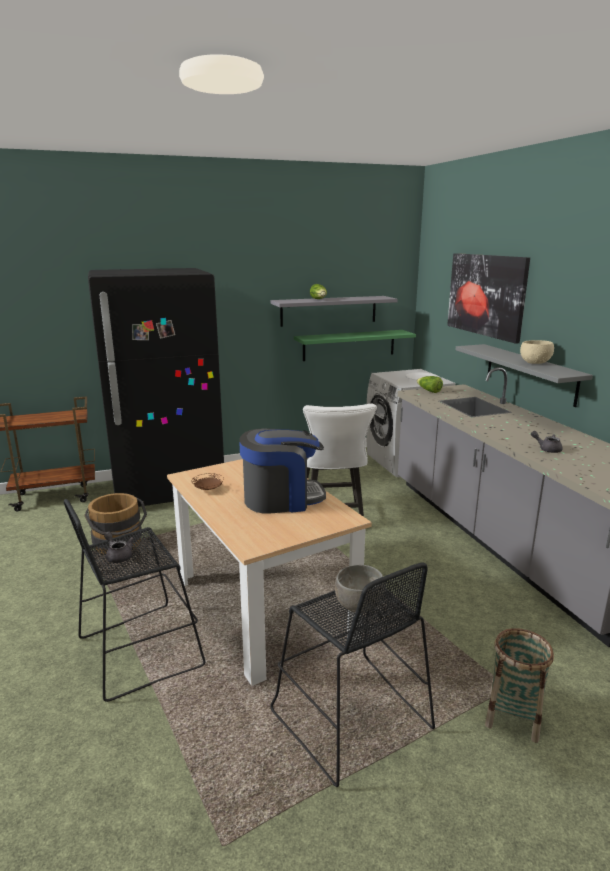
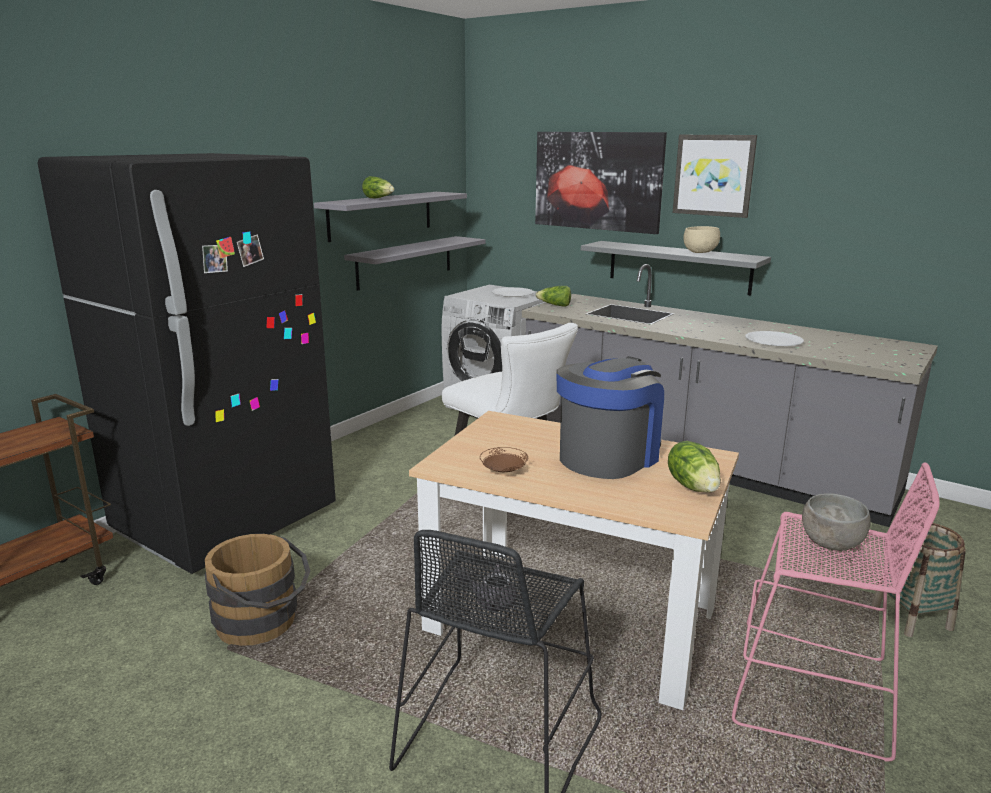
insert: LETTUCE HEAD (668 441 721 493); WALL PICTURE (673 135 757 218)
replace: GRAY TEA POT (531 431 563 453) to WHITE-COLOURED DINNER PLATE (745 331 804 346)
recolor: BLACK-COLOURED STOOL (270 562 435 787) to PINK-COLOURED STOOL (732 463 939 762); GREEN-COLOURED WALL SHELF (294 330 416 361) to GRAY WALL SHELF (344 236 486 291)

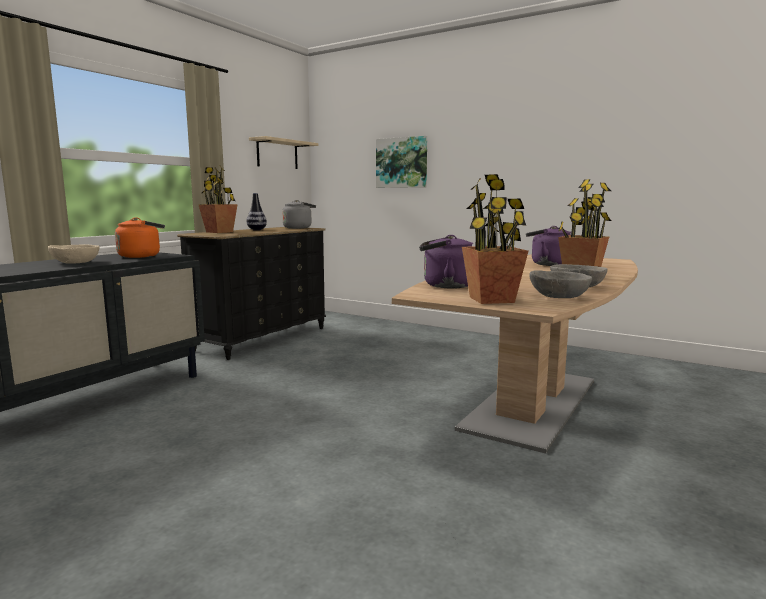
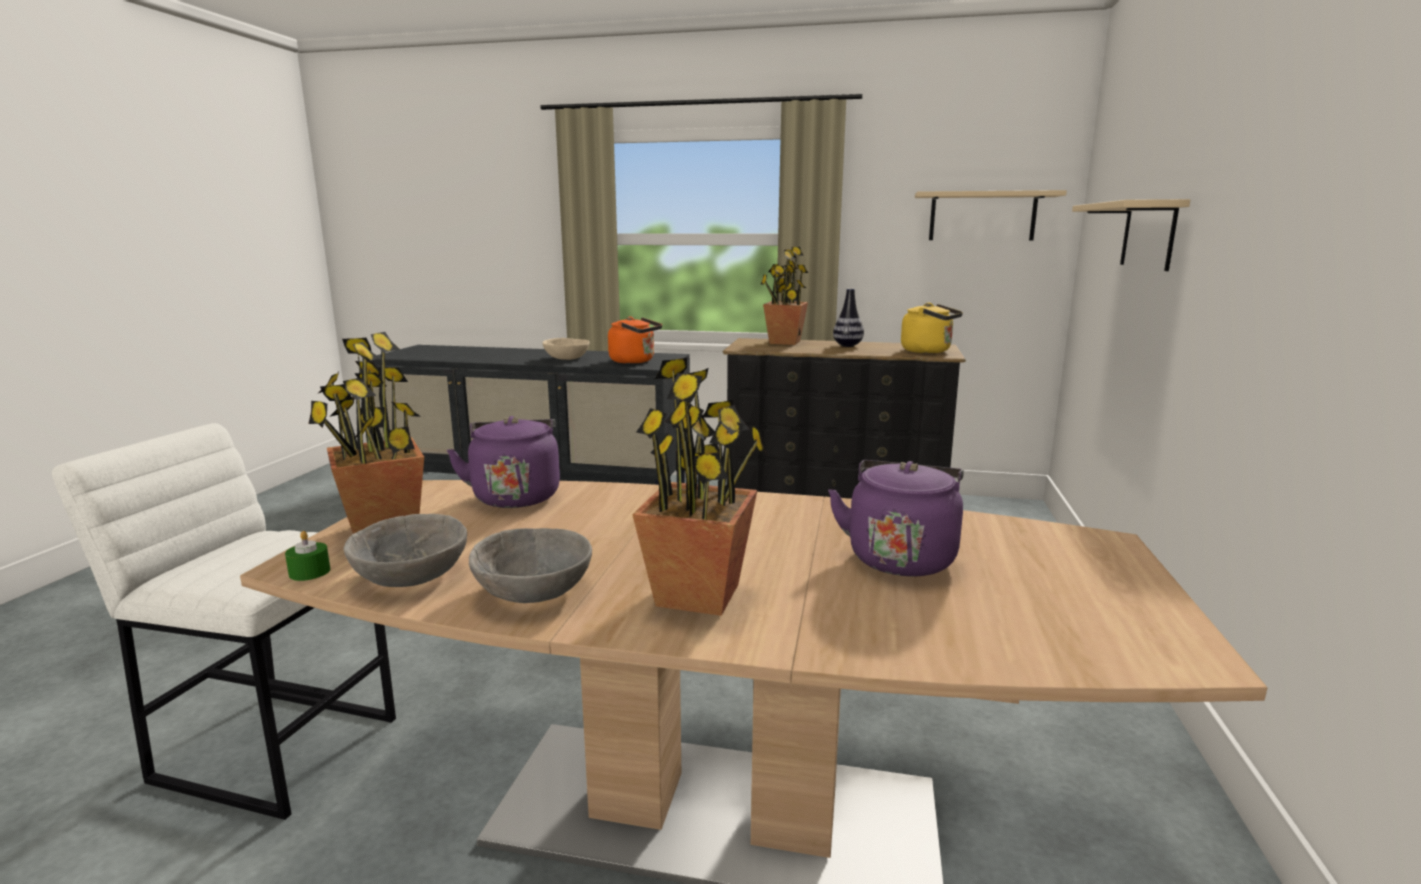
insert: WHITE-COLOURED UPRIGHT CHAIR (52 423 396 820); GREEN-COLOURED WAX LIGHT (285 531 330 581)
replace: WALL PICTURE (376 136 427 188) to SAND-COLOURED WALL SHELF (1072 199 1190 271)
recolor: GRAY WATER KETTLE (282 200 316 229) to YELLOWISH WATER KETTLE (901 303 963 353)

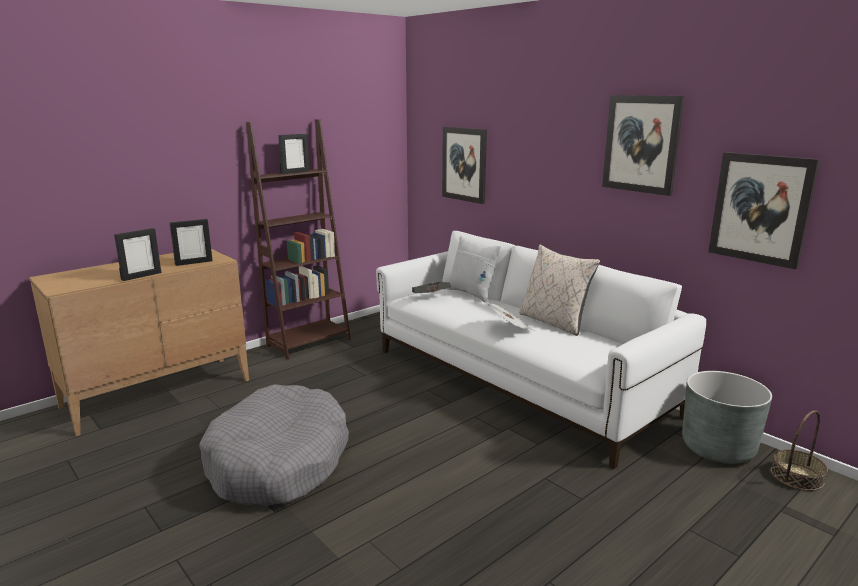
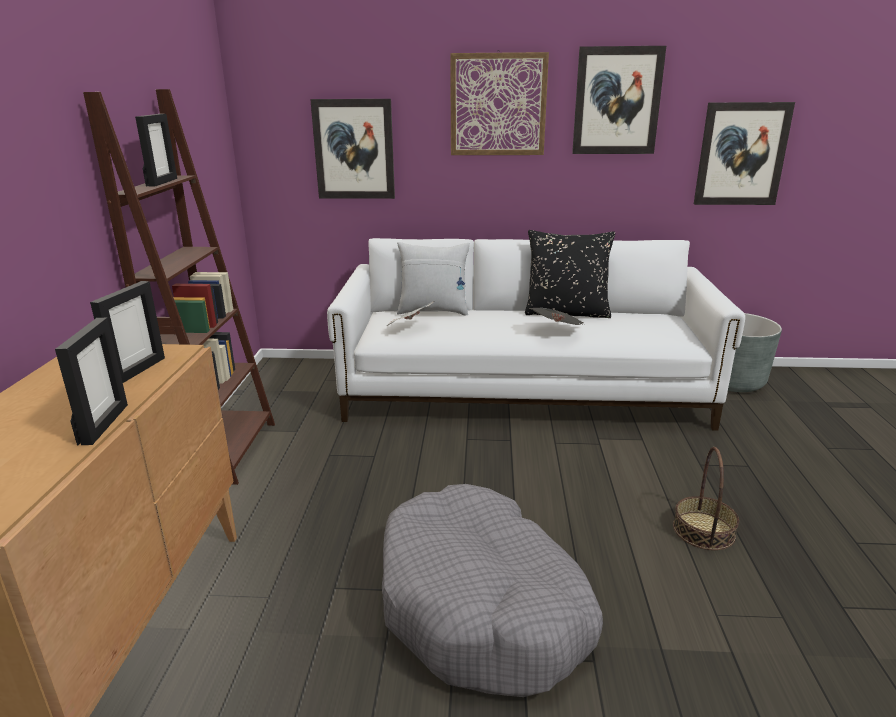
insert: WALL PICTURE (450 50 549 155)
move: STORAGE BASKET (771 410 828 491) to (673 447 739 550)
recolor: SAND-COLOURED CUSHION (519 245 600 336) to BLACK-COLOURED CUSHION (525 230 615 318)

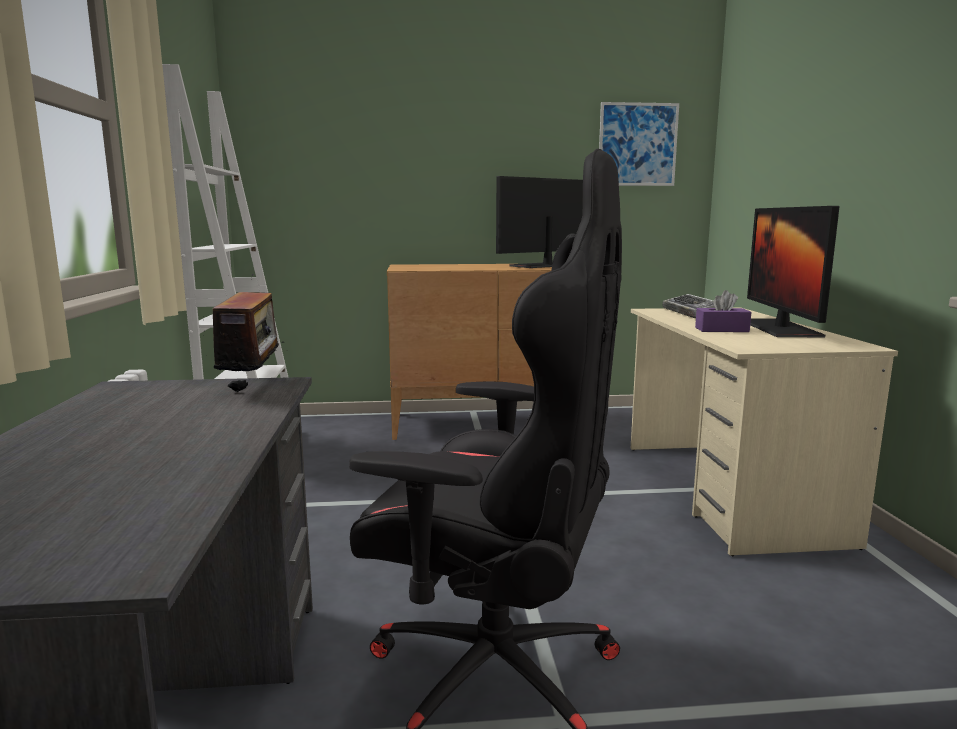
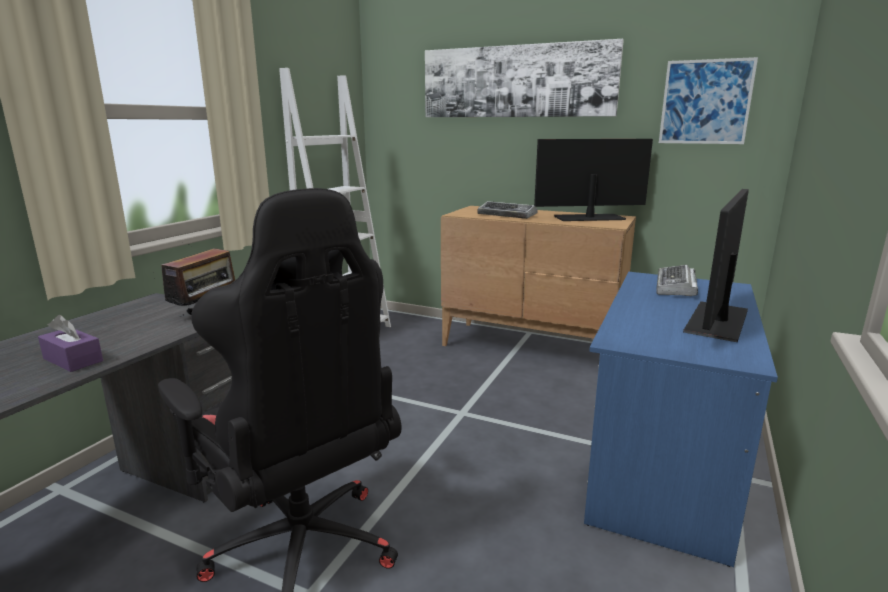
insert: WALL PICTURE (425 39 624 117); COMPUTER KEYBOARD (477 201 538 219)
move: PURPLE-COLOURED TISSUE BOX (695 290 751 332) to (38 315 103 372)
recolor: SAND-COLOURED DESK (630 307 898 556) to BLUE DESK (584 272 778 567)

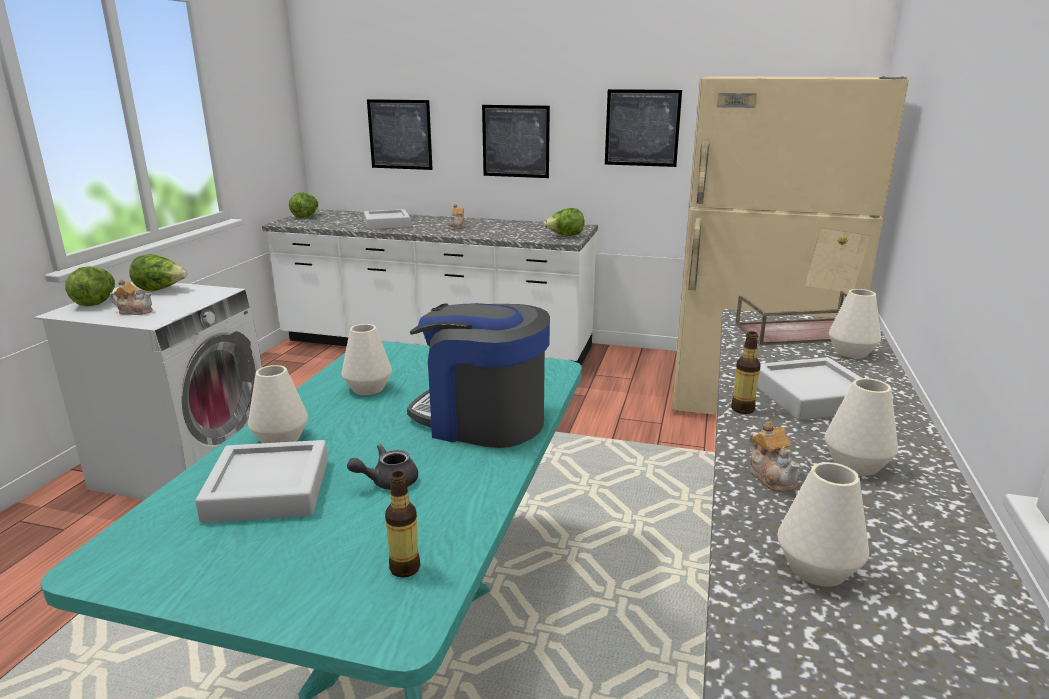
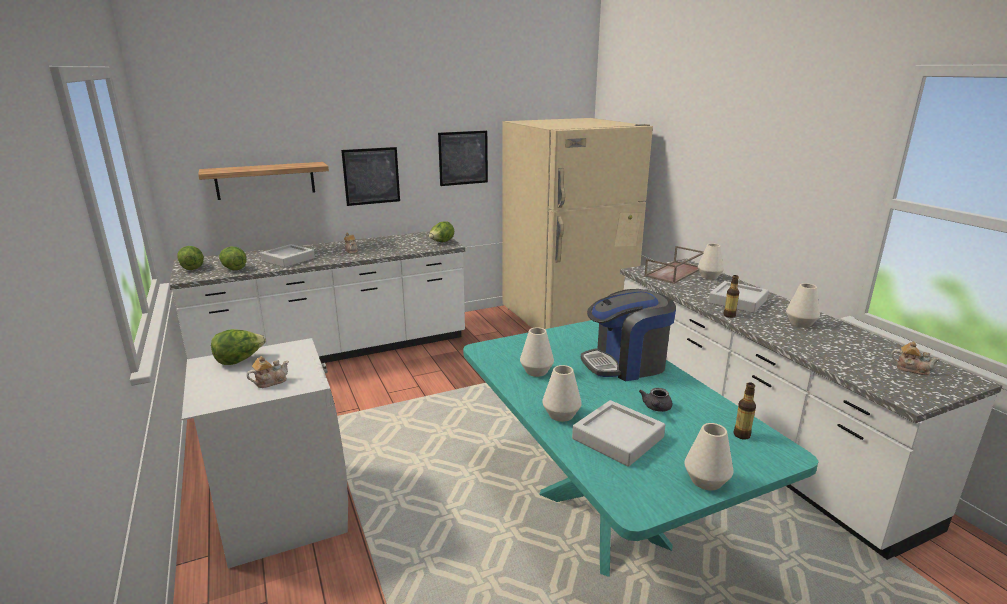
move: LETTUCE HEAD (65 266 115 307) to (219 247 247 270); TEA POT (749 421 801 493) to (891 341 940 375); WHITE-COLOURED DECORATIVE VASE (778 462 869 587) to (684 423 734 491)
replace: WALL PICTURE (367 99 433 170) to WALL SHELF (198 162 329 200)

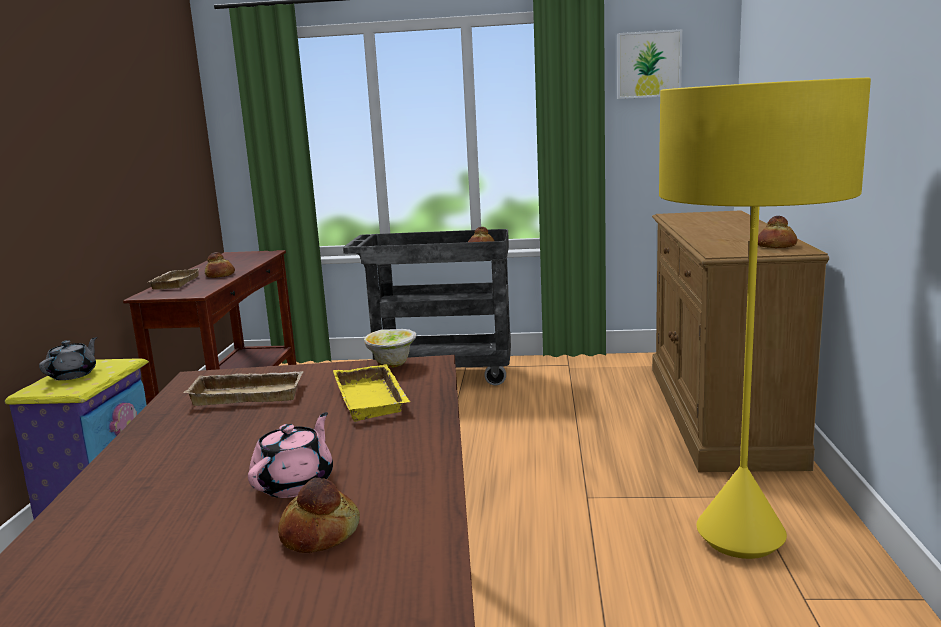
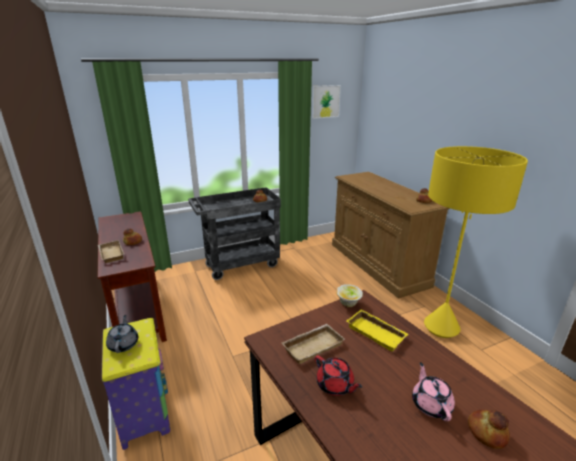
insert: REDDISH TEA POT (315 355 362 396)

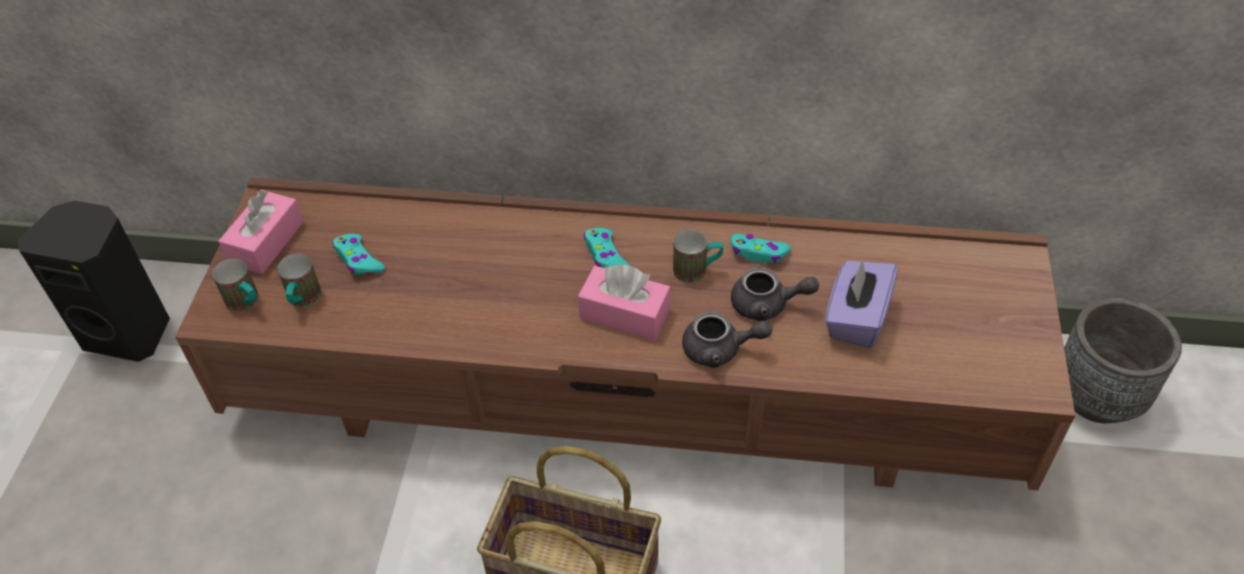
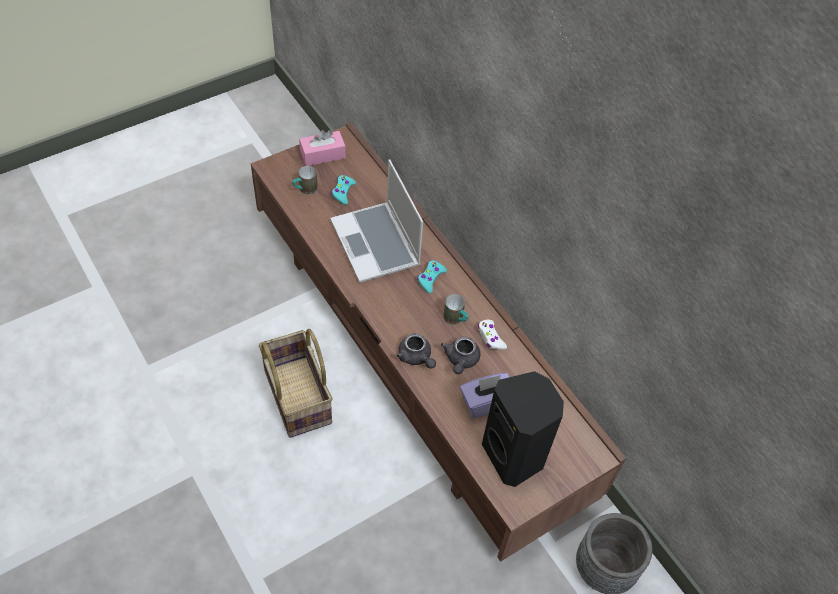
delete: MUG (212 258 259 312); PINK-COLOURED TISSUE BOX (578 264 671 340)
insert: PORTABLE COMPUTER (330 159 423 283)
move: BLACK-COLOURED AUDIO SPEAKER (17 201 170 362) to (482 371 564 487)
recolor: TURQUOISE-COLOURED GAME CONTROLLER (731 234 791 263) to WHITE-COLOURED GAME CONTROLLER (478 320 507 350)
rotate: GRAY TEA POT (731 268 819 321) = (441 337 480 374) 45 degrees clockwise

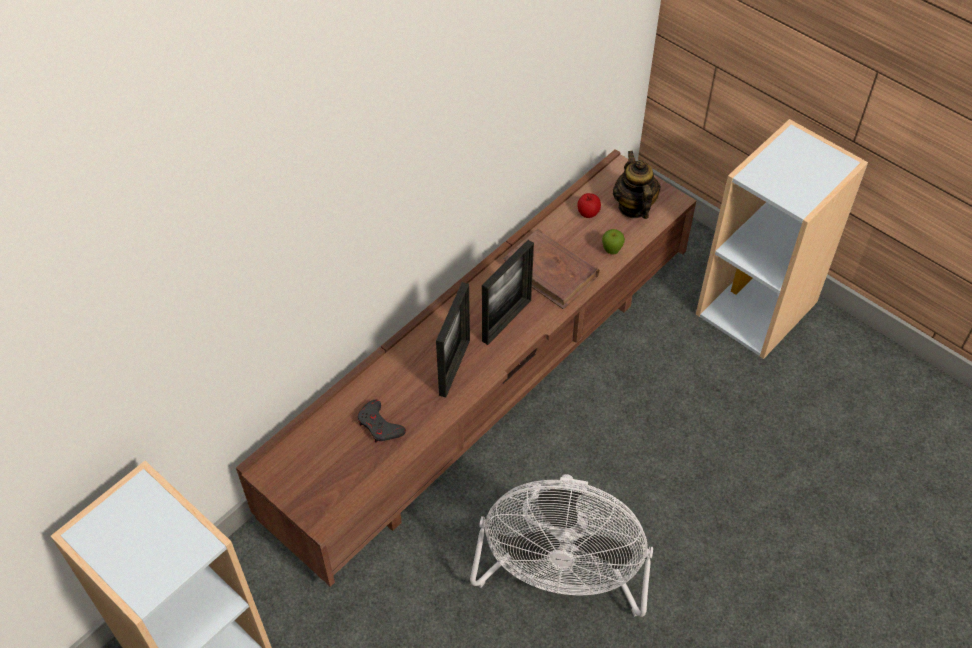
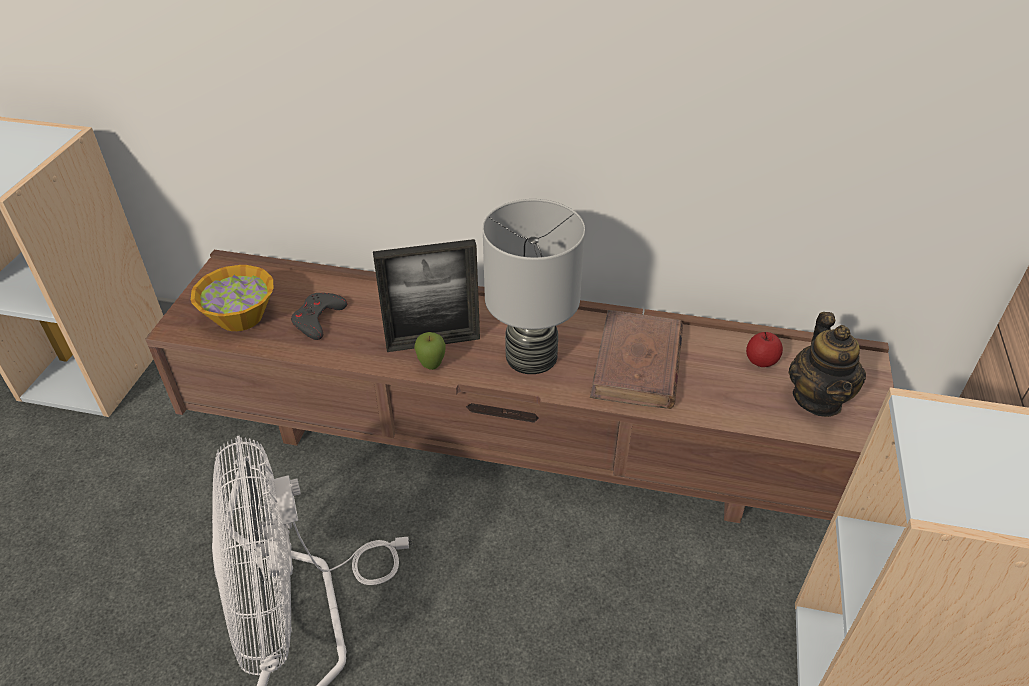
insert: DEEP DISH (191 265 273 331)
move: WHOLE APPLE (602 229 625 255) to (414 332 446 370)
replace: STANDING FRAME (482 240 534 345) to GRAY LAMP FOR A TABLE (483 199 585 374)
rotate: TEA POT (613 151 661 219) = (788 312 866 417) 135 degrees clockwise

